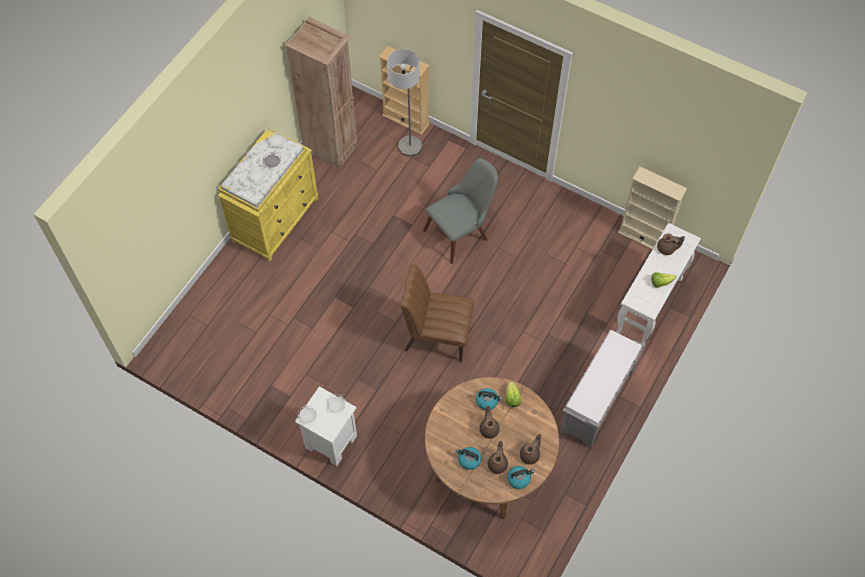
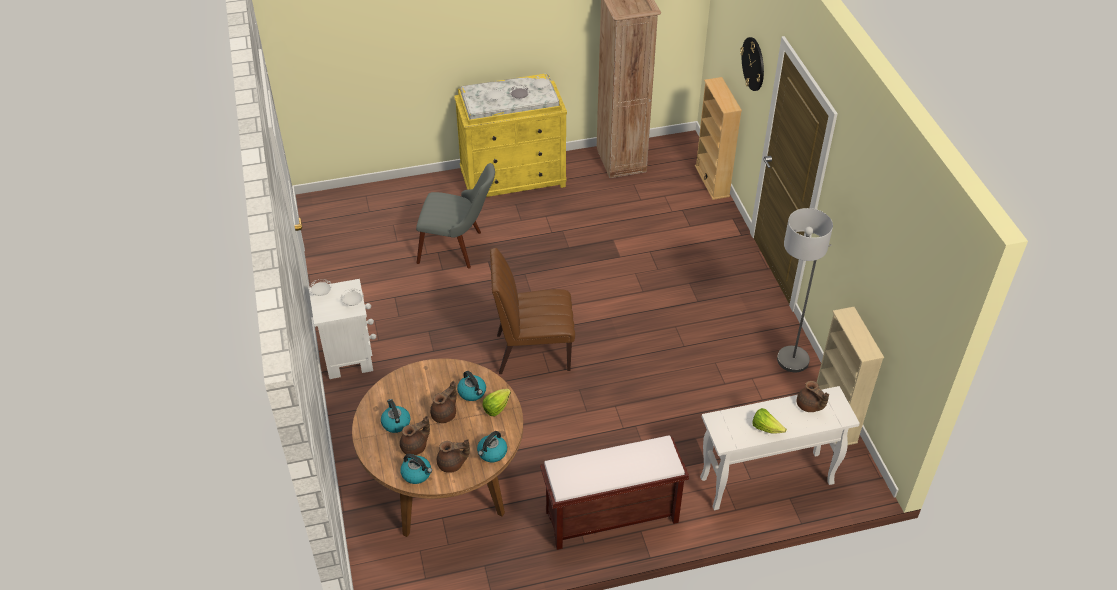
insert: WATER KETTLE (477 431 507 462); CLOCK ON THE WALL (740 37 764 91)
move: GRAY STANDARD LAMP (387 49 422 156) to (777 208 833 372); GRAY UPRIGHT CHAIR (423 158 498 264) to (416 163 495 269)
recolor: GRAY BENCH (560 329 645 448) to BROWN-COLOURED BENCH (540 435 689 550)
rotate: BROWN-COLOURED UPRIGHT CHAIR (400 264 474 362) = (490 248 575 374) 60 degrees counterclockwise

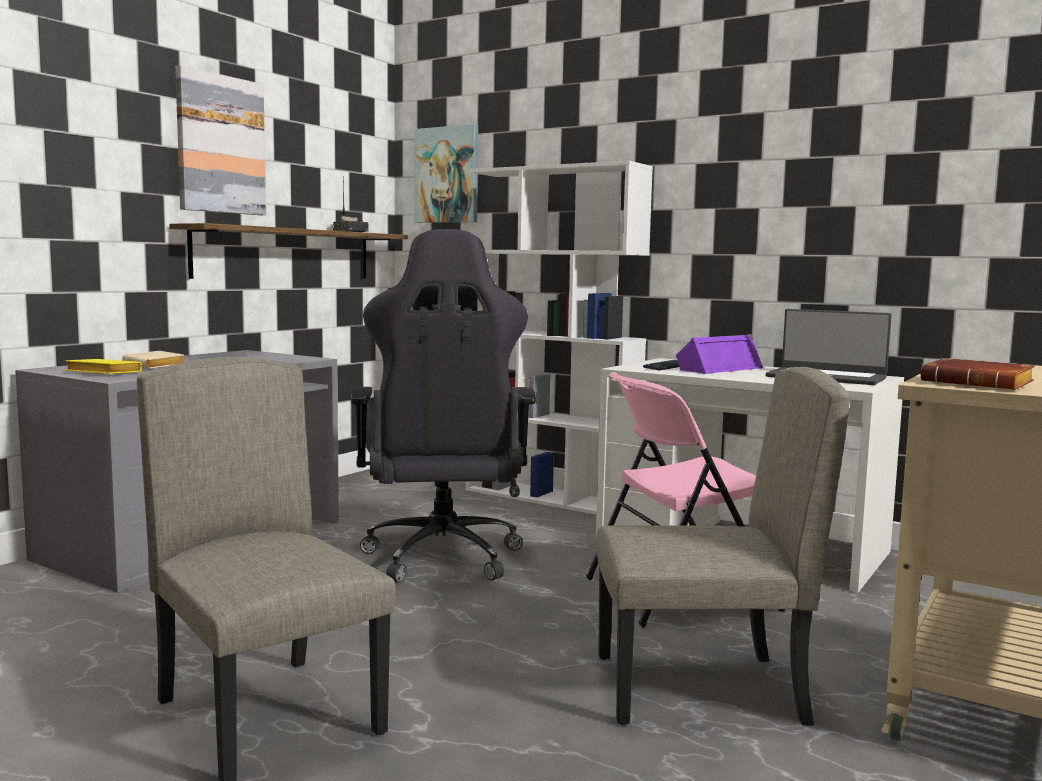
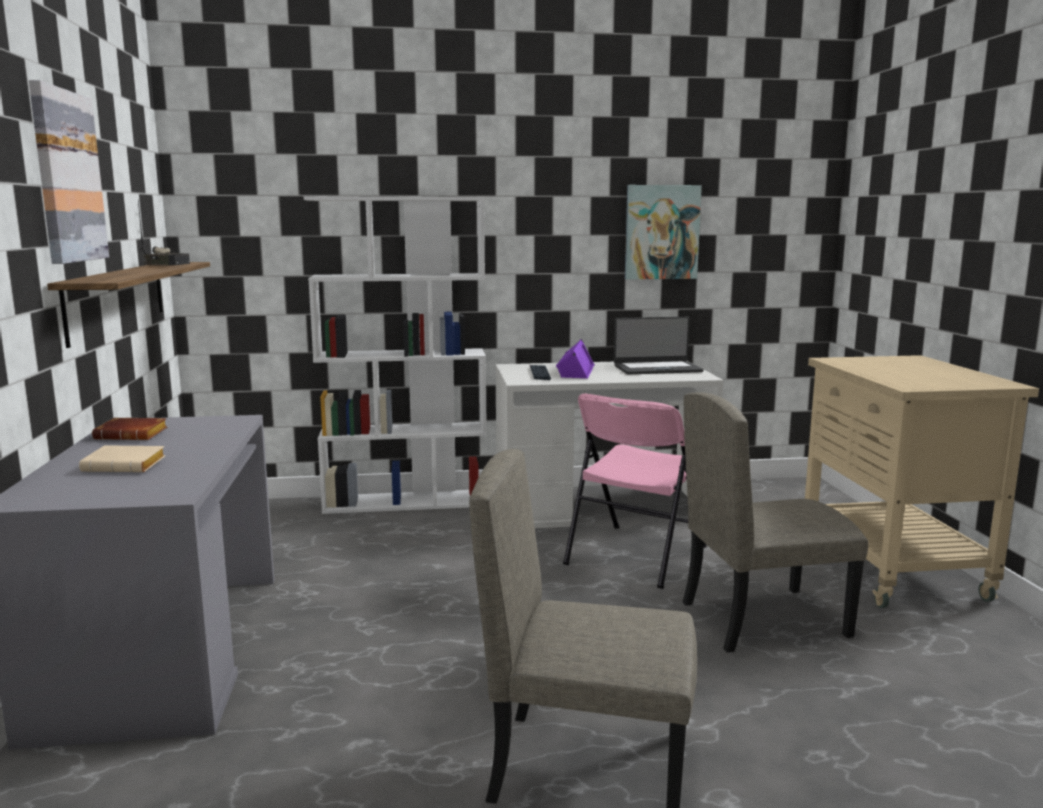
delete: YELLOWISH BOUND BOOK (66 359 142 374); BLACK-COLOURED COMPUTER CHAIR (351 229 536 583)
move: WALL PICTURE (414 124 478 223) to (625 185 702 279); BROWN-COLOURED BOUND BOOK (920 358 1035 390) to (92 418 167 440)
rotate: SAND-COLOURED UPRIGHT CHAIR (596 367 850 725) = (683 392 869 653) 150 degrees counterclockwise

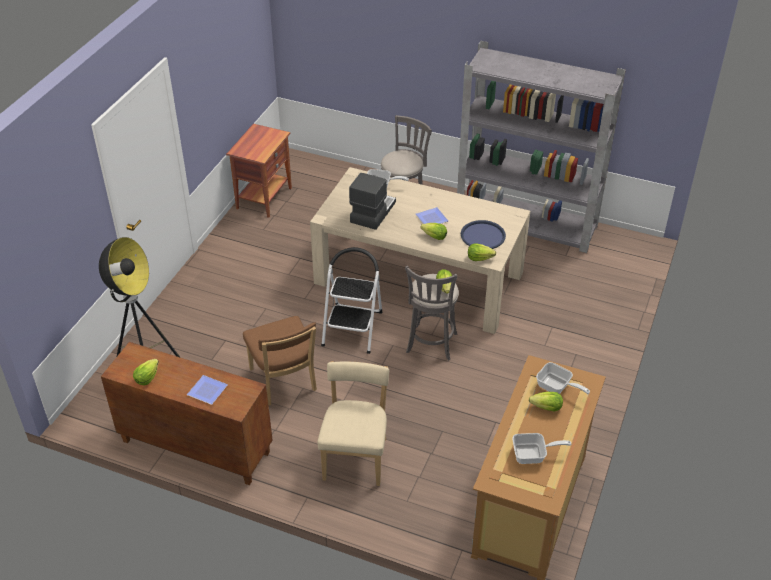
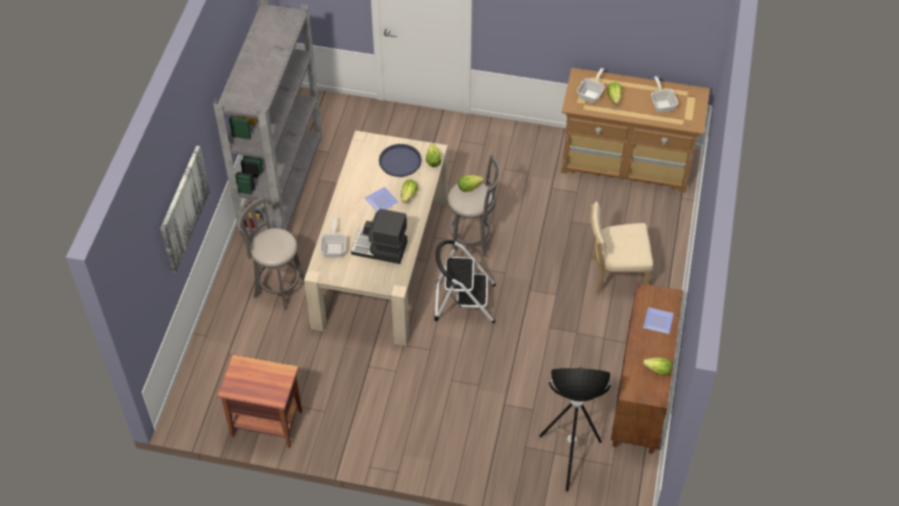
delete: BROWN-COLOURED UPRIGHT CHAIR (243 316 317 405)
insert: WALL PICTURE (160 146 210 273)

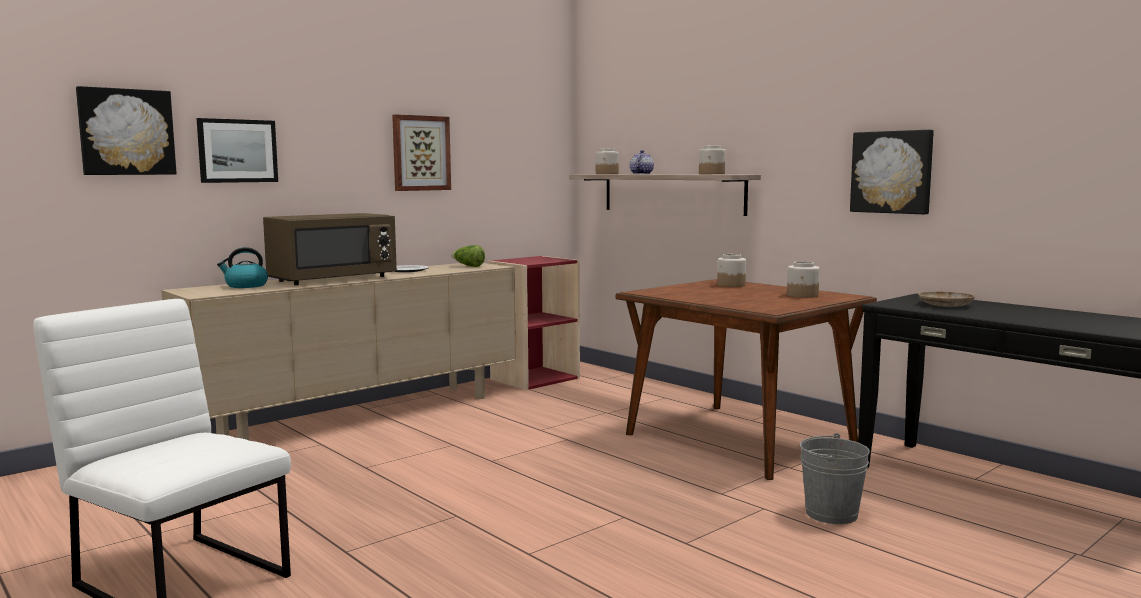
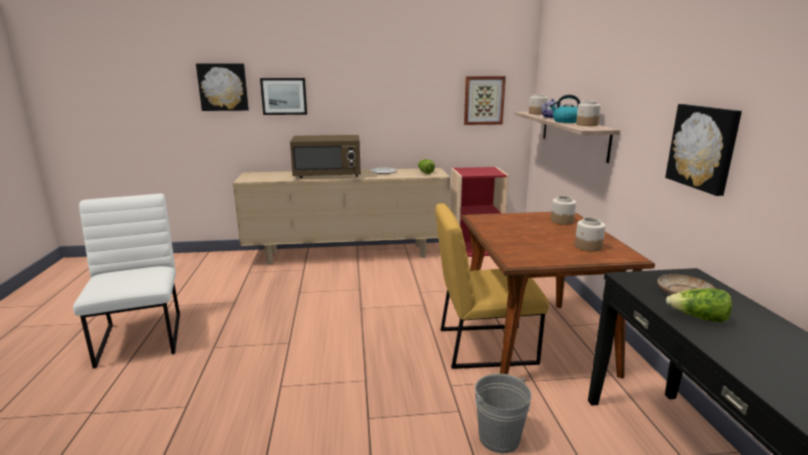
insert: YELLOWISH UPRIGHT CHAIR (435 203 549 369); LETTUCE HEAD (666 288 732 323)
move: WATER KETTLE (217 247 268 288) to (550 95 580 123); WALL PICTURE (392 114 451 191) to (464 76 506 125)

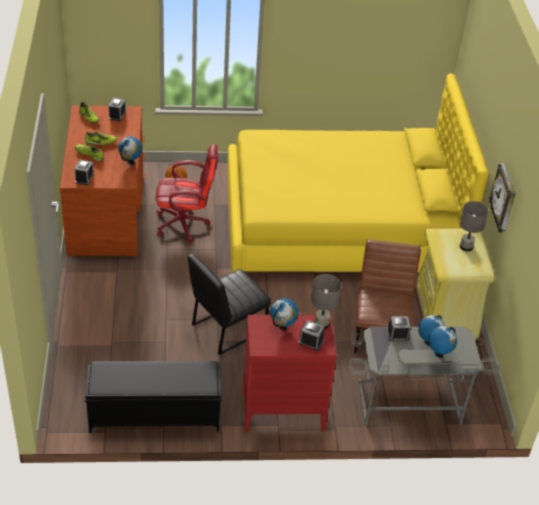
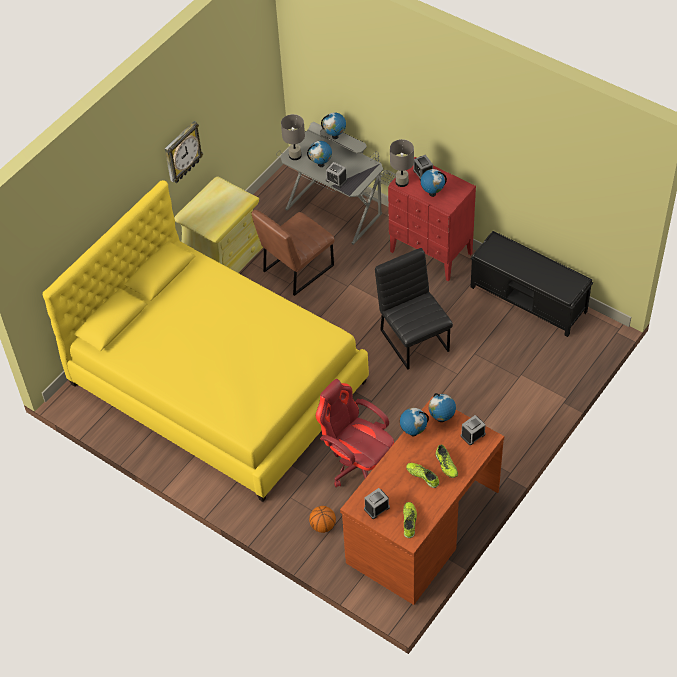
insert: GLOBE (429 393 456 422)
move: GRAY LAMP FOR A TABLE (460 201 488 251) to (281 114 305 160)
rotate: BLACK-COLOURED UPRIGHT CHAIR (187 254 271 355) = (375 248 453 370) 120 degrees counterclockwise

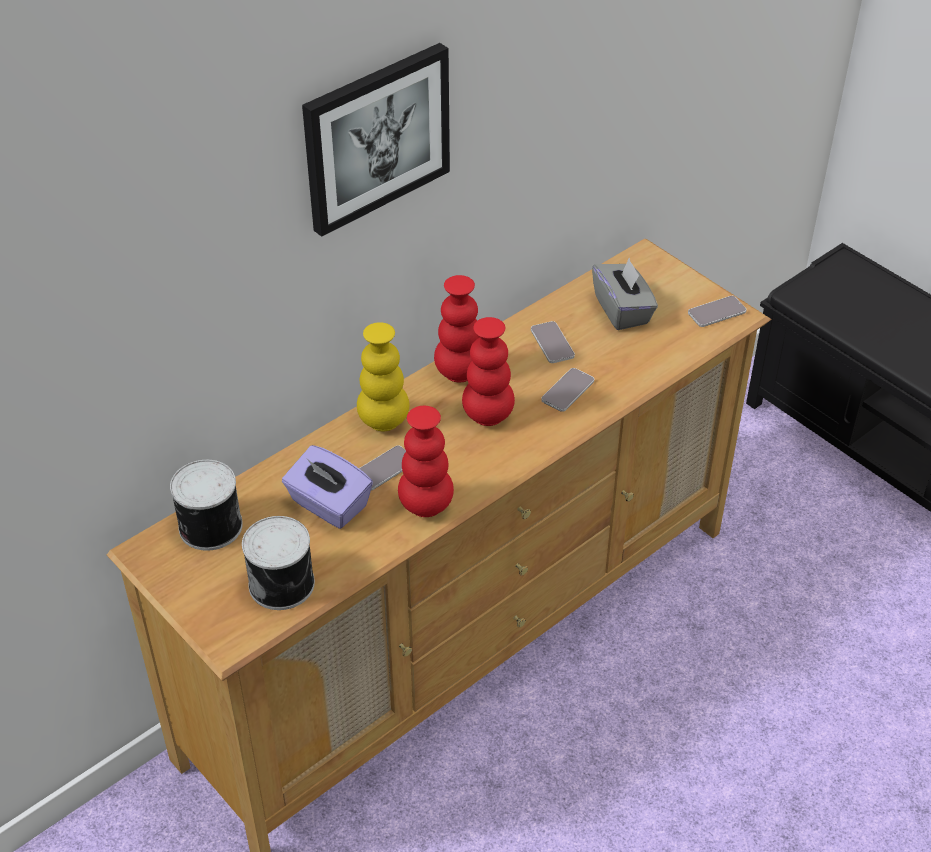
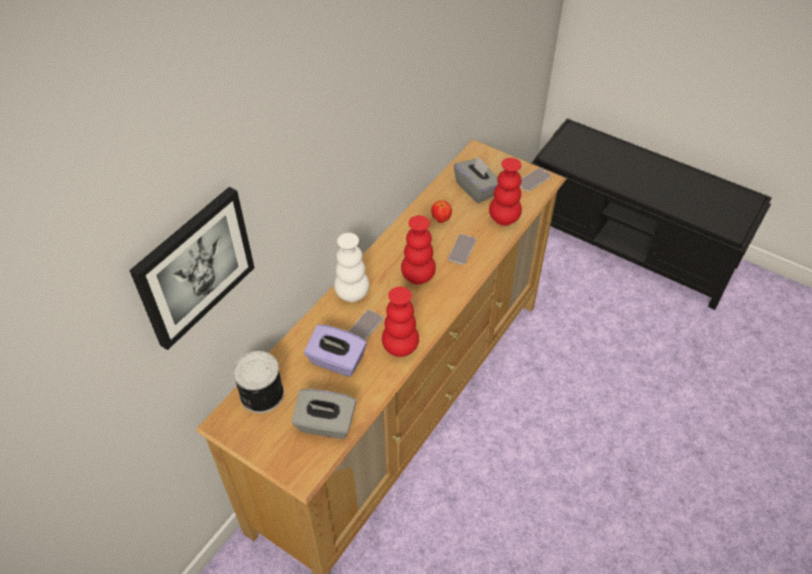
move: WALL PICTURE (302 43 450 237) to (129 187 255 350); REDDISH DECORATIVE VASE (434 275 480 382) to (489 158 522 226)
replace: CAN (242 516 315 610) to GRAY TISSUE BOX (292 389 356 439); HANDSET (531 321 575 363) to WHOLE APPLE (431 200 452 223)
recolor: YELLOWISH DECORATIVE VASE (357 322 409 431) to WHITE-COLOURED DECORATIVE VASE (334 233 369 302)

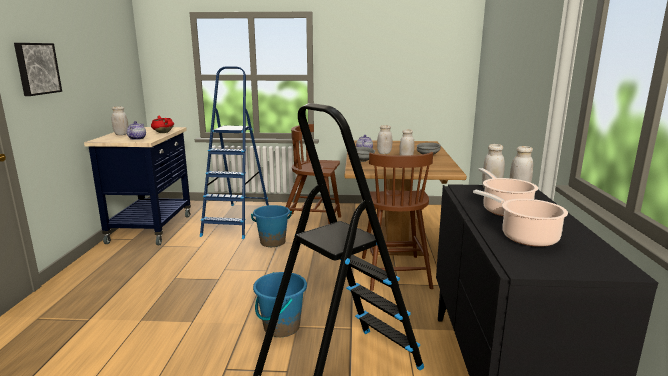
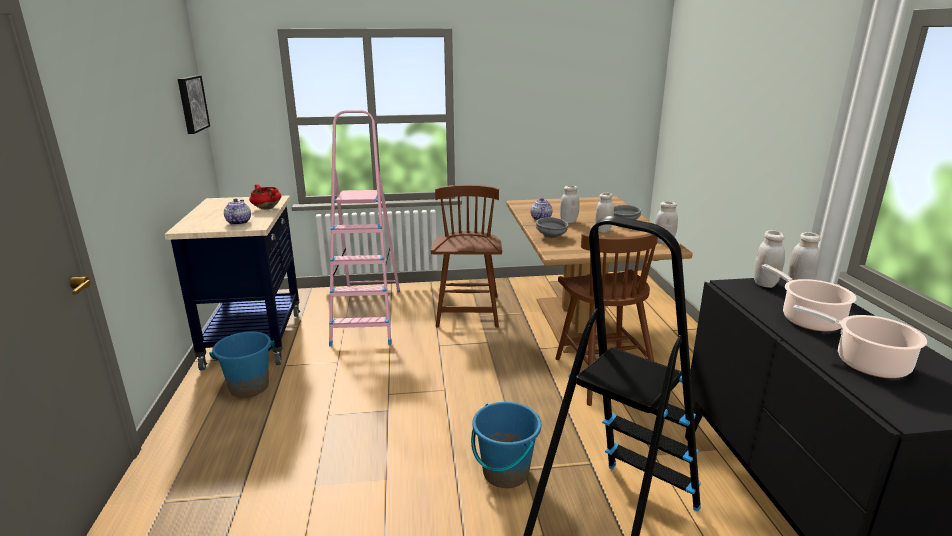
move: WALL PICTURE (14 43 62 96) to (178 75 210 134); WHITE-COLOURED JAR (111 106 129 135) to (655 202 678 243); BLUE PAIL (251 205 292 247) to (209 332 275 398)
recolor: BLUE STEP LADDER (200 67 269 239) to PINK-COLOURED STEP LADDER (329 110 400 346)
rotate: BROWN-COLOURED UPRIGHT CHAIR (286 124 341 224) = (431 185 502 328) 90 degrees clockwise

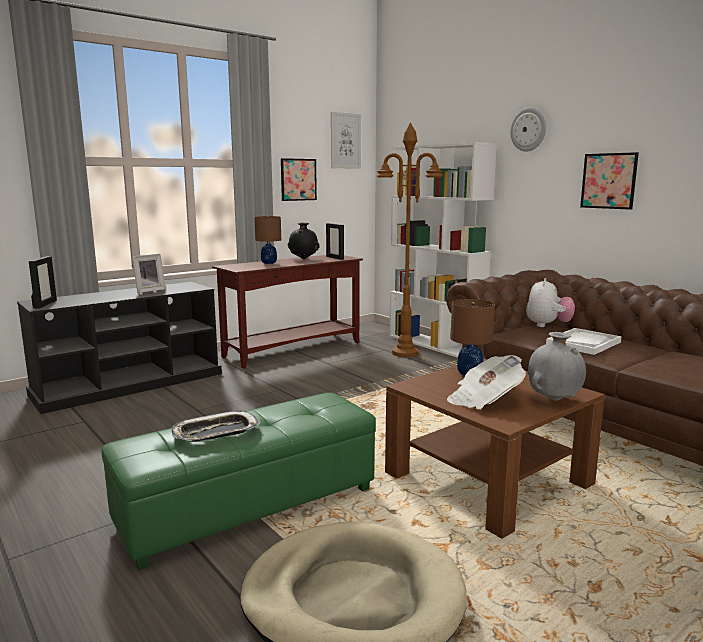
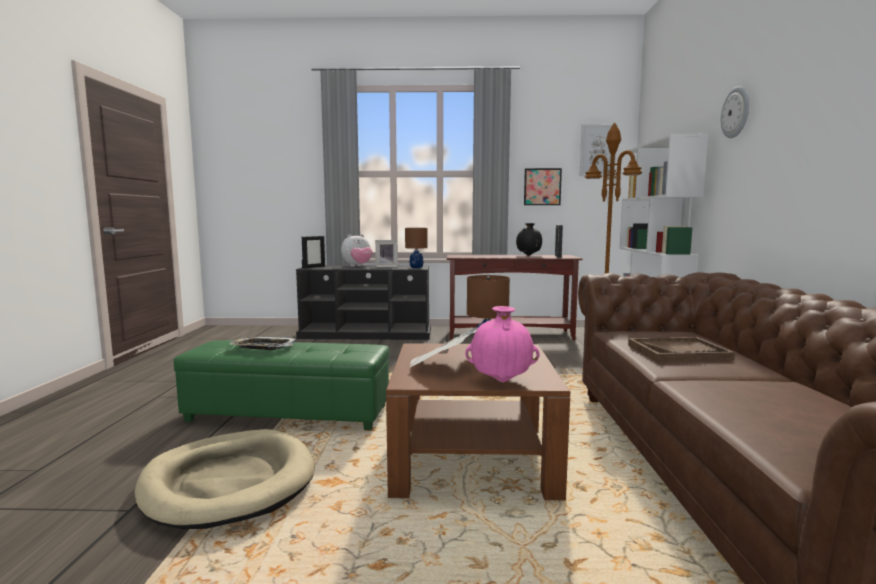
delete: WALL PICTURE (580 152 639 210)
move: BROWN-COLOURED LAMP FOR A TABLE (254 216 281 264) to (405 227 428 268); SOFT TOY (526 278 575 327) to (341 234 373 267)
recolor: GRAY DECORATIVE VASE (528 332 586 401) to PINK-COLOURED DECORATIVE VASE (465 306 540 382); WHITE-COLOURED SERVING TRAY (546 328 622 355) to BROWN-COLOURED SERVING TRAY (628 337 735 362)

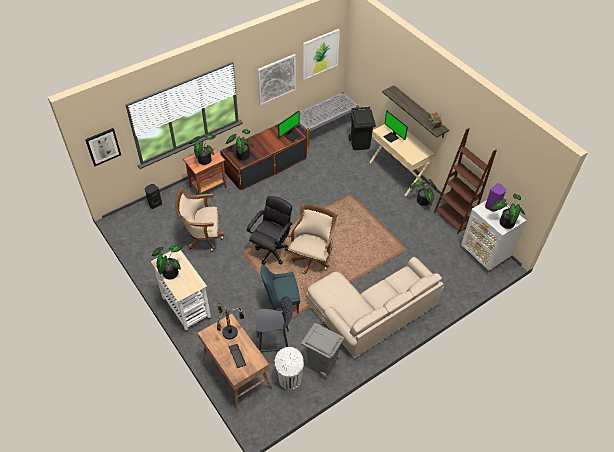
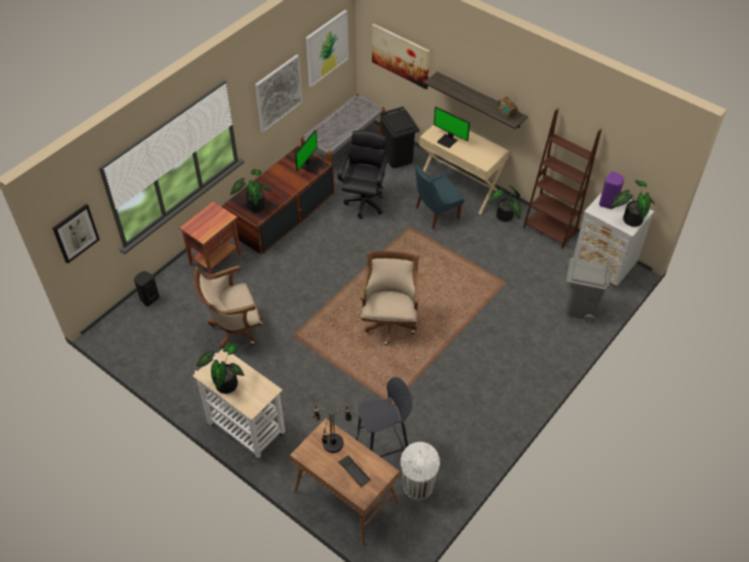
delete: POTTED PLANT (190 134 216 165); SAND-COLOURED SOFA (306 257 444 358)
insert: WALL PICTURE (372 23 430 89)
move: BLACK-COLOURED COMPUTER CHAIR (247 196 292 265) to (338 130 389 219); BLUE UPRIGHT CHAIR (260 265 300 313) to (416 164 464 229); GRAY WASTE BIN (301 323 344 379) to (565 258 612 322)

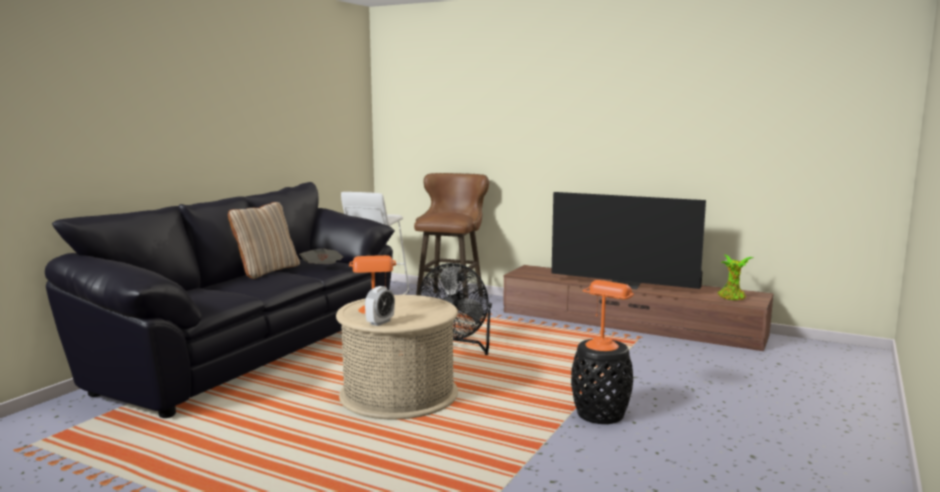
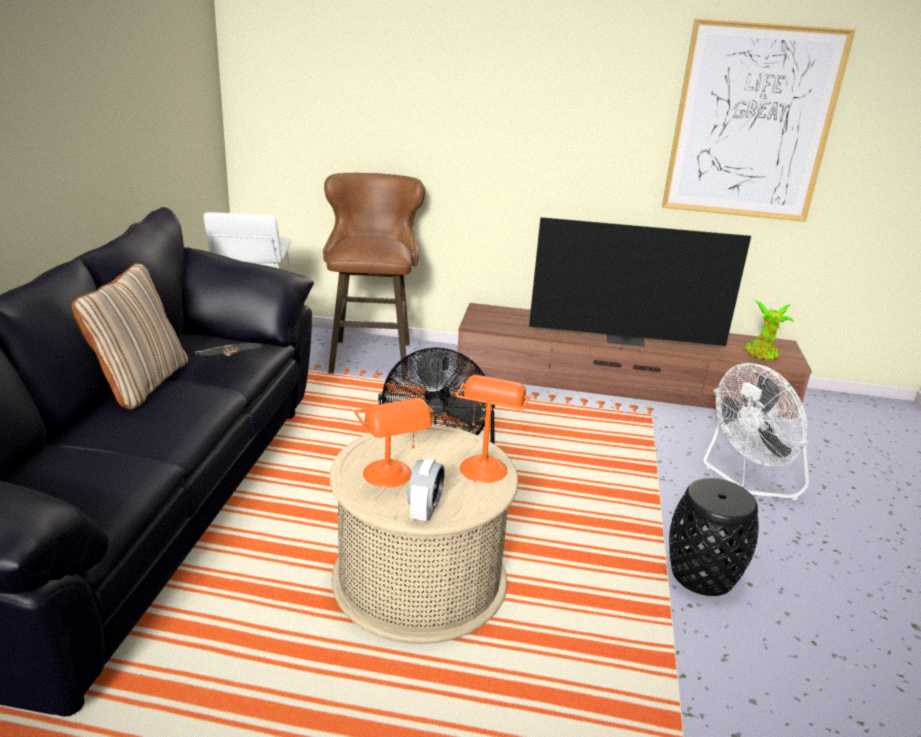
insert: WALL PICTURE (662 18 856 222); WHITE-COLOURED ELECTRIC FAN (703 363 809 501)
move: ORANGEY LAMP FOR A TABLE (583 280 634 351) to (456 375 530 483)

